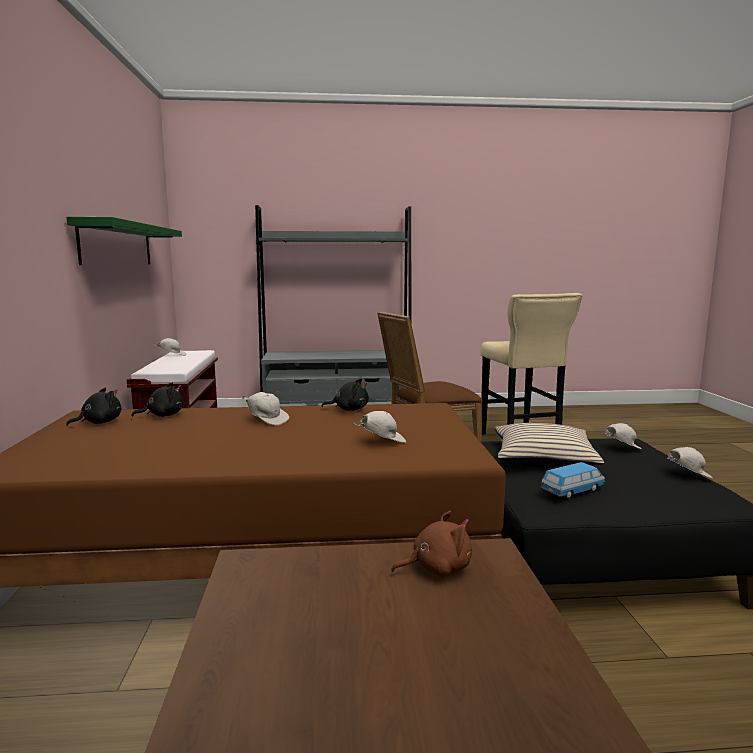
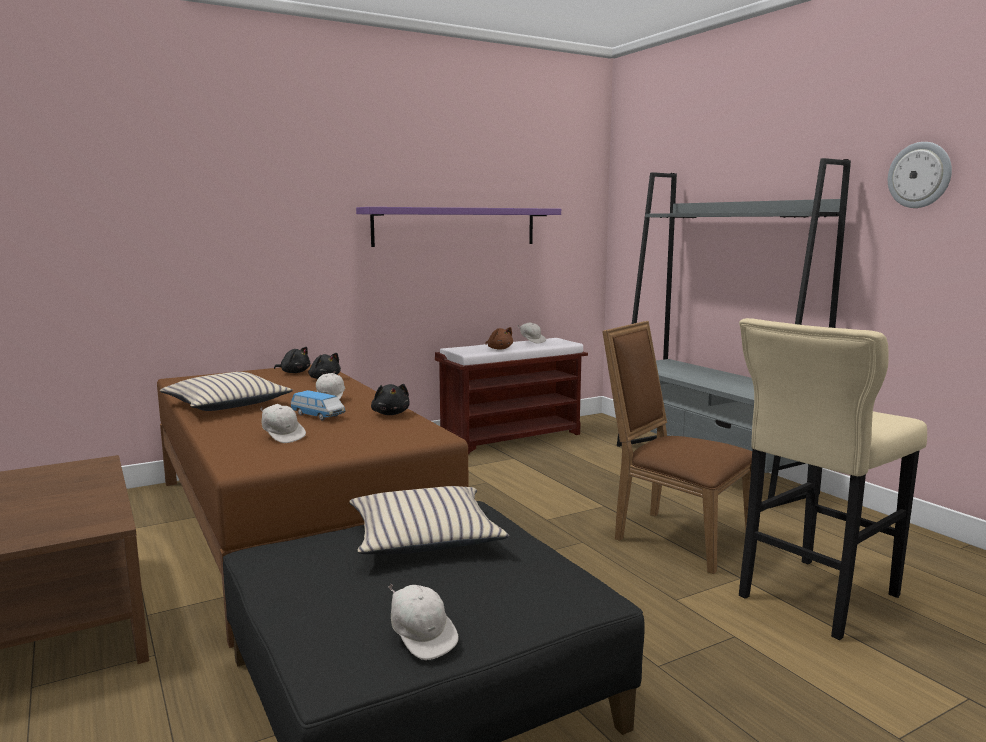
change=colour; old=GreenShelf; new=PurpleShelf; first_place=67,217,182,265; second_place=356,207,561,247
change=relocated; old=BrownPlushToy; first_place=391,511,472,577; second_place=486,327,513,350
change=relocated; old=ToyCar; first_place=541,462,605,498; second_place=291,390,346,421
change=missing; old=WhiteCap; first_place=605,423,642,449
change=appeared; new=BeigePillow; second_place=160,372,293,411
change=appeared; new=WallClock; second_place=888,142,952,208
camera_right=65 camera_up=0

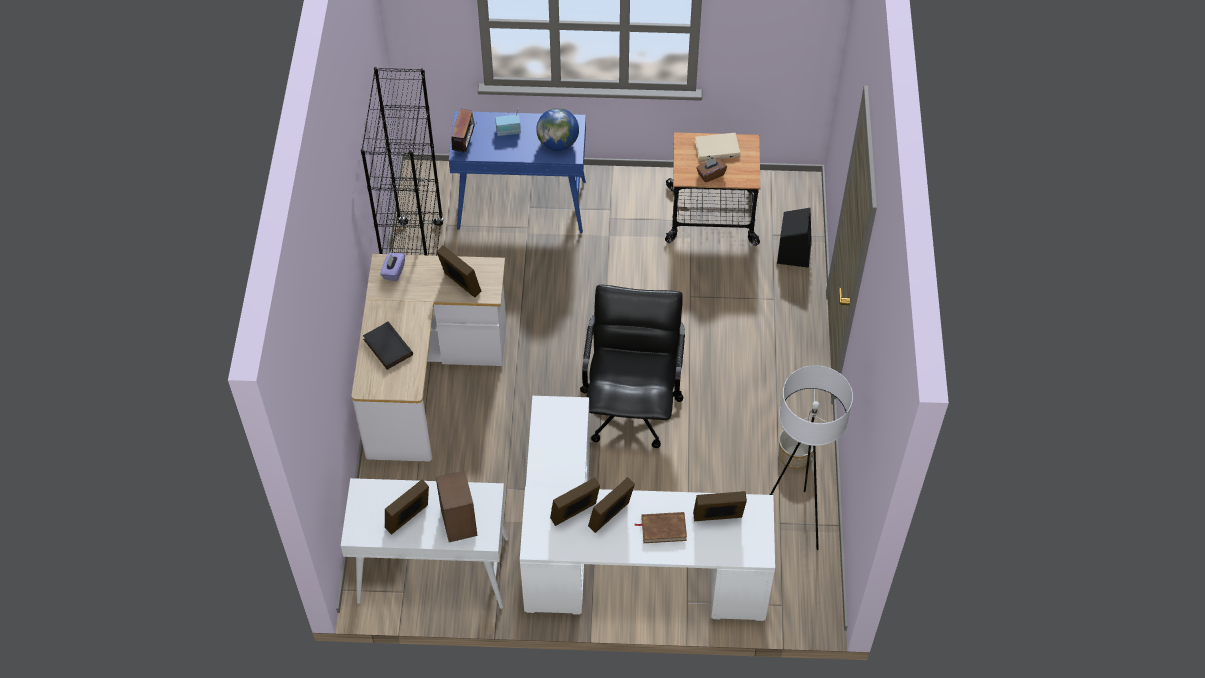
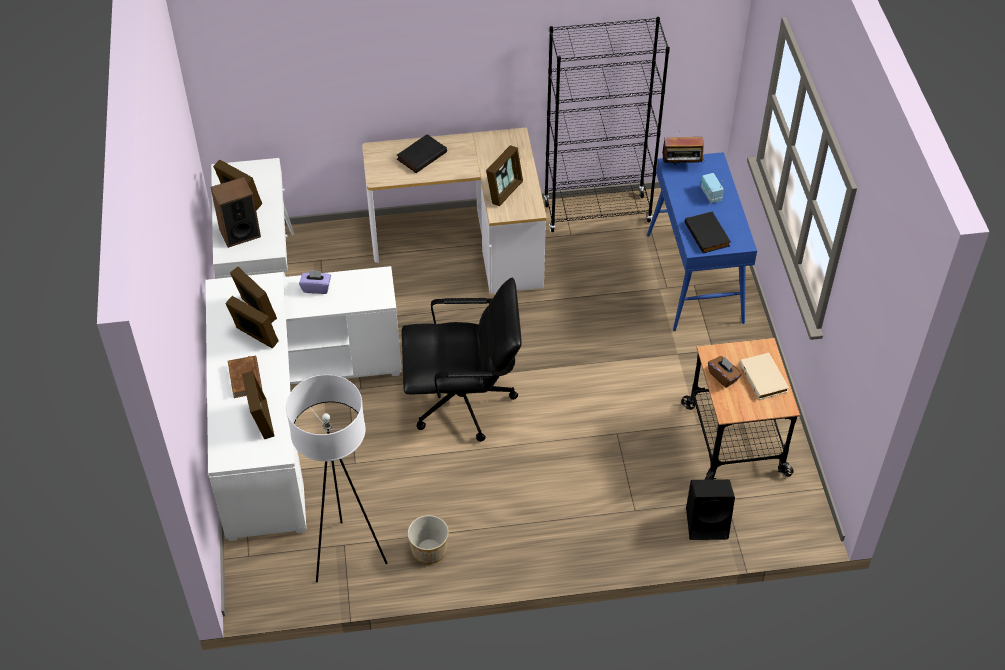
change=relocated; old=PurpleTissueBox; first_place=380,253,405,282; second_place=299,270,331,294
change=exchanged; old=Globe; new=BlackBook; first_place=536,108,579,151; second_place=685,211,731,254
camera_right=80 camera_up=-5

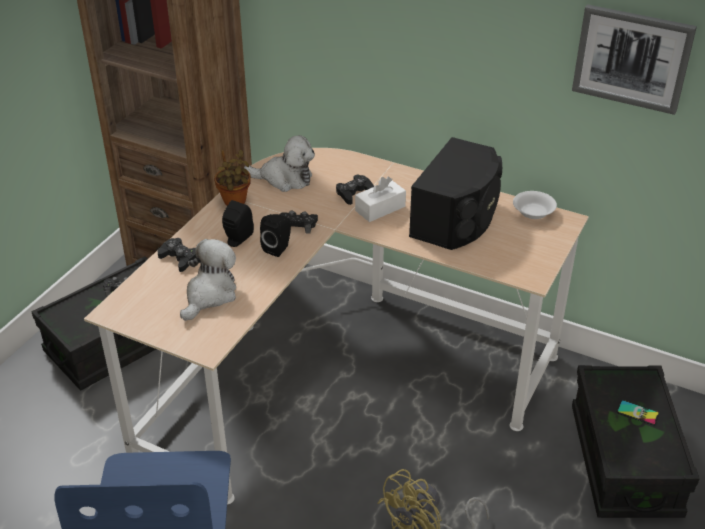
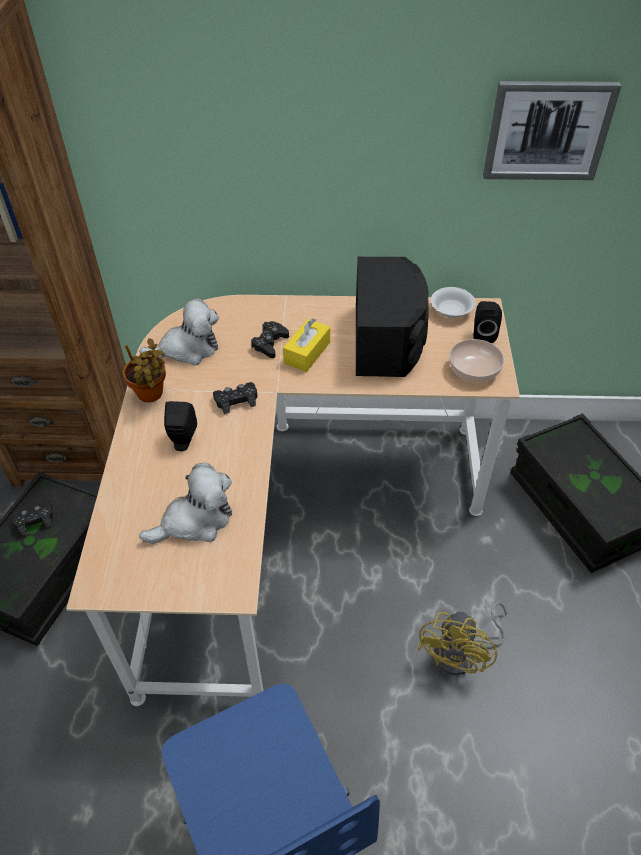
change=missing; old=BlackGameController; first_place=157,238,196,272
change=spun; old=PlushToy; first_place=180,239,236,321; second_place=139,463,232,544; degrees=60
change=relocated; old=BlackSpeaker; first_place=260,214,291,257; second_place=473,301,502,343
change=colour; old=WhiteTissueBox; new=YellowTissueBox; first_place=355,177,406,222; second_place=283,318,330,372
change=missing; old=Phone; first_place=617,400,659,425
change=appeared; new=Bowl; second_place=449,339,504,382
camera_right=-25 camera_up=10

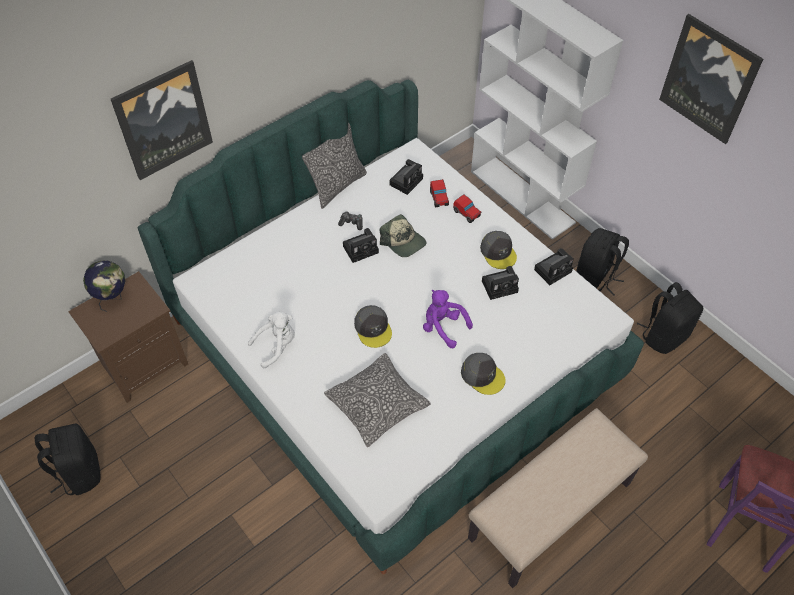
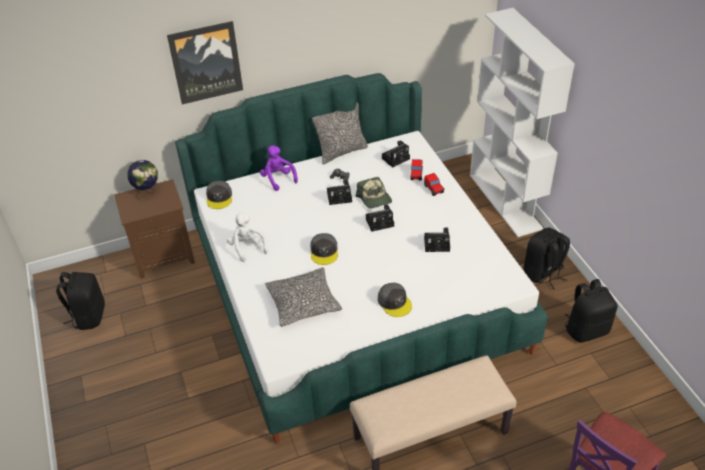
change=spun; old=WhitePlushToy; first_place=248,311,295,368; second_place=227,212,268,262; degrees=-105
change=relocated; old=PurplePlushToy; first_place=423,290,473,348; second_place=260,145,298,191
change=relocated; old=GreyCap; first_place=480,231,517,269; second_place=206,181,232,209
change=relocated; old=PhotoCamera; first_place=534,248,574,285; second_place=366,204,394,232
change=missing; old=Picture; first_place=659,14,763,144
camera_right=20 camera_up=-10

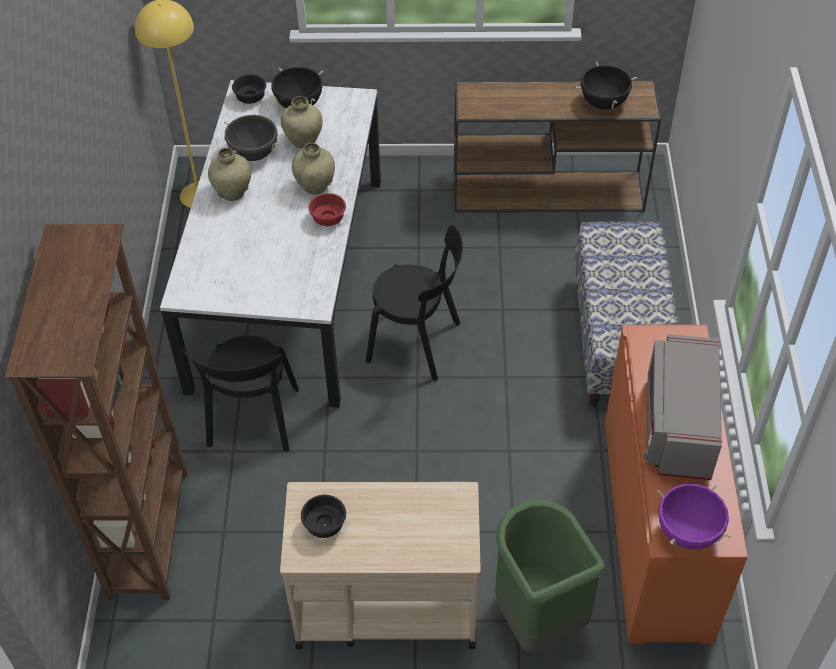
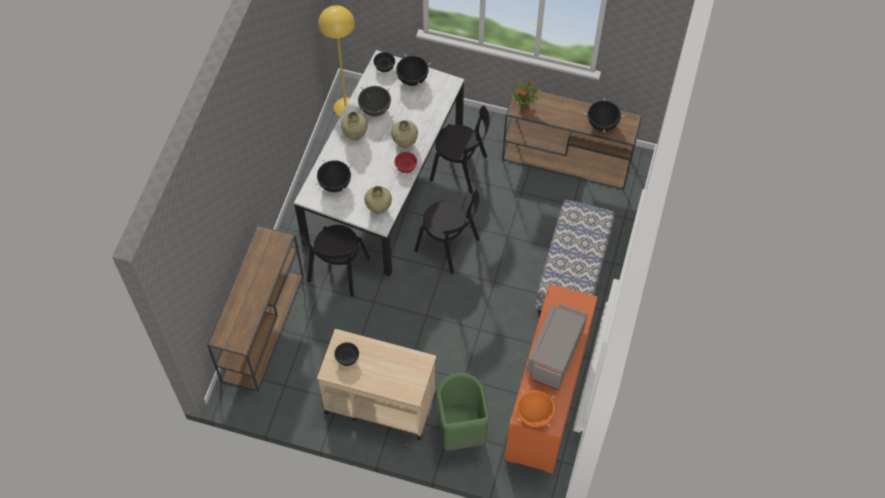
change=exchanged; old=BrownBookcase; new=BrownConsoleTable; first_place=5,224,187,600; second_place=207,225,304,392
change=relocated; old=BeigeVase; first_place=281,96,323,148; second_place=364,186,392,214
change=colour; old=PurpleCookingPot; new=OrangeCookingPot; first_place=657,484,731,550; second_place=517,390,555,427
change=appeared; new=BlackCookingPot; second_place=315,160,352,192
change=appeared; new=BlackChair; second_place=430,106,490,194
change=appeared; new=PottedPlant; second_place=511,80,541,108
camera_right=15 camera_up=10

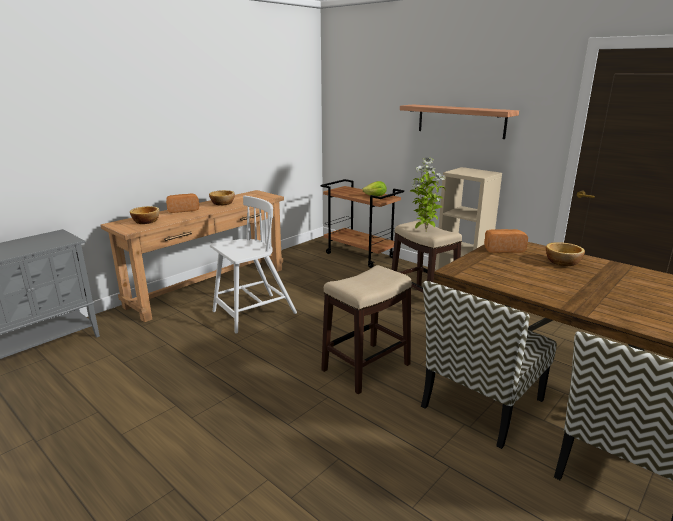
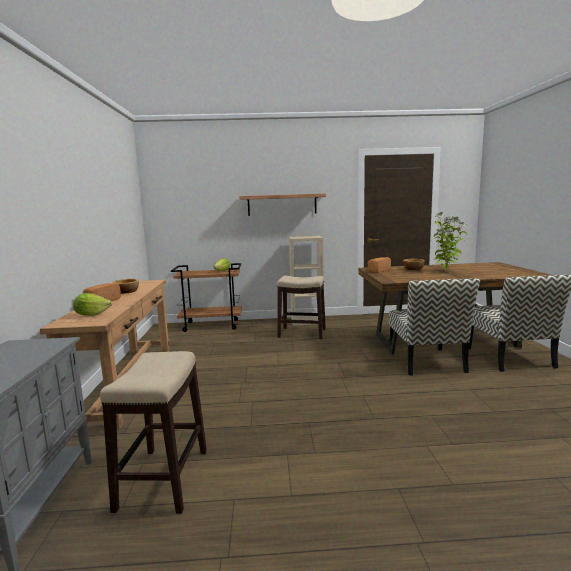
change=exchanged; old=Bowl; new=Lettuce; first_place=130,206,159,224; second_place=73,293,112,316
change=missing; old=WhiteChair; first_place=210,196,297,333
change=relocated; old=Stool; first_place=321,265,412,394; second_place=100,351,207,514
change=relocated; old=PottedPlant; first_place=410,158,445,231; second_place=434,212,468,270
camera_right=-45 camera_up=-10

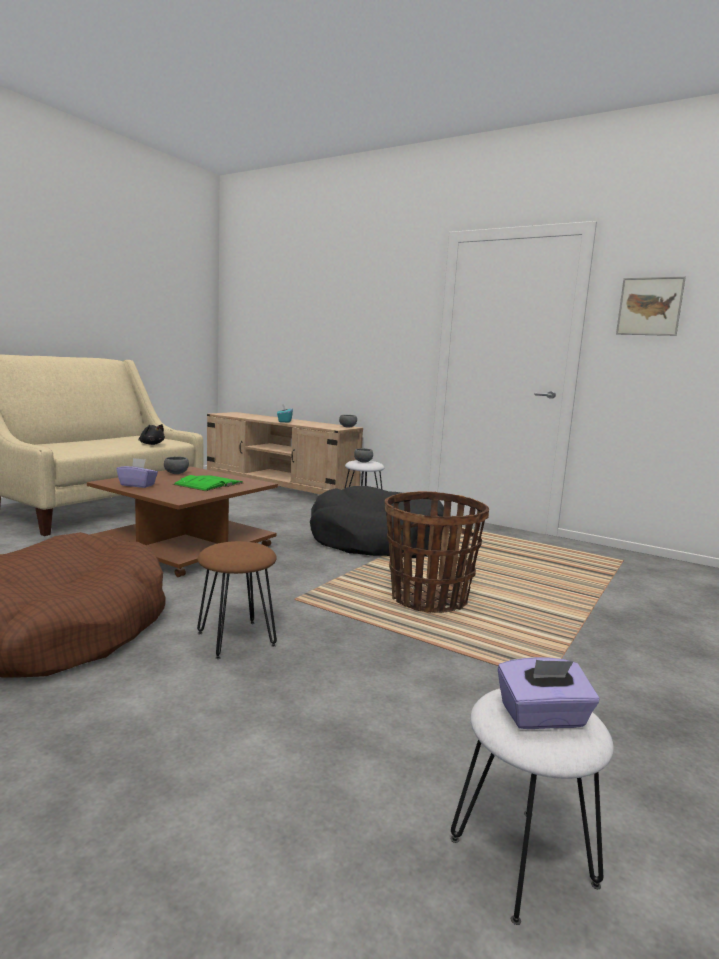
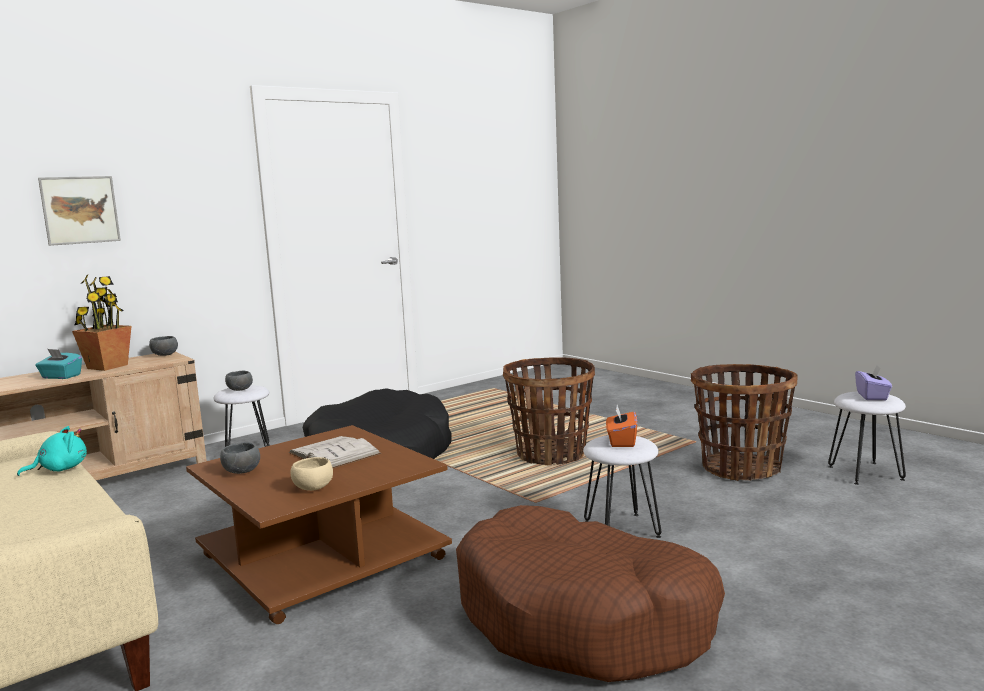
change=exchanged; old=PurpleTissueBox; new=BeigeBowl; first_place=116,458,158,488; second_place=290,457,333,491
change=colour; old=BlackPlushToy; new=TurquoisePlushToy; first_place=139,424,165,445; second_place=17,426,87,476
change=colour; old=GreenBook; new=WhiteBook; first_place=173,475,243,491; second_place=289,436,381,468
change=colour; old=BrownStool; new=WhiteStool; first_place=197,541,277,659; second_place=583,435,662,538
change=relocated; old=Picture; first_place=616,276,686,336; second_place=38,176,121,246
change=appeared; new=PottedPlant; second_place=72,275,131,371
change=appeared; new=OrangeTissueBox; second_place=606,405,637,447
change=appeared; new=Basket; second_place=691,364,798,481
camera_right=-70 camera_up=0

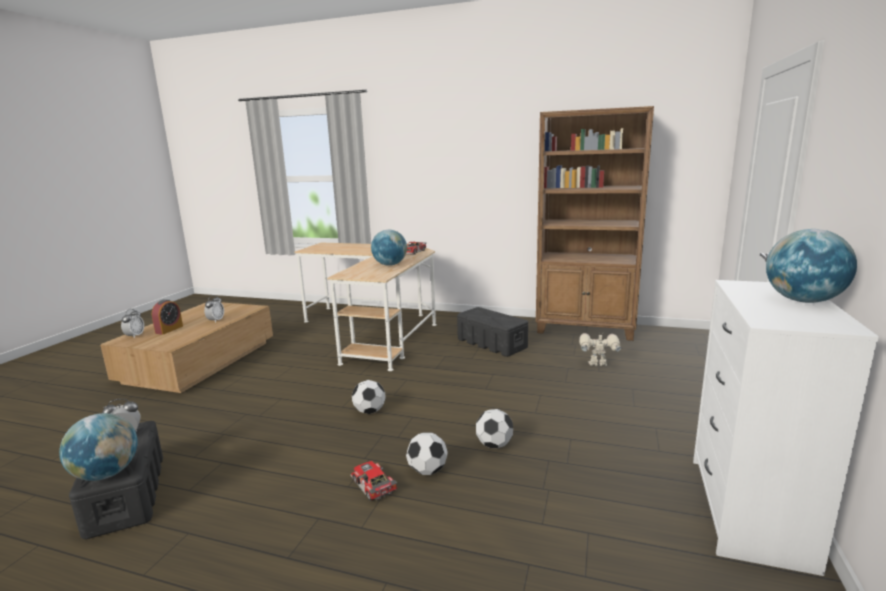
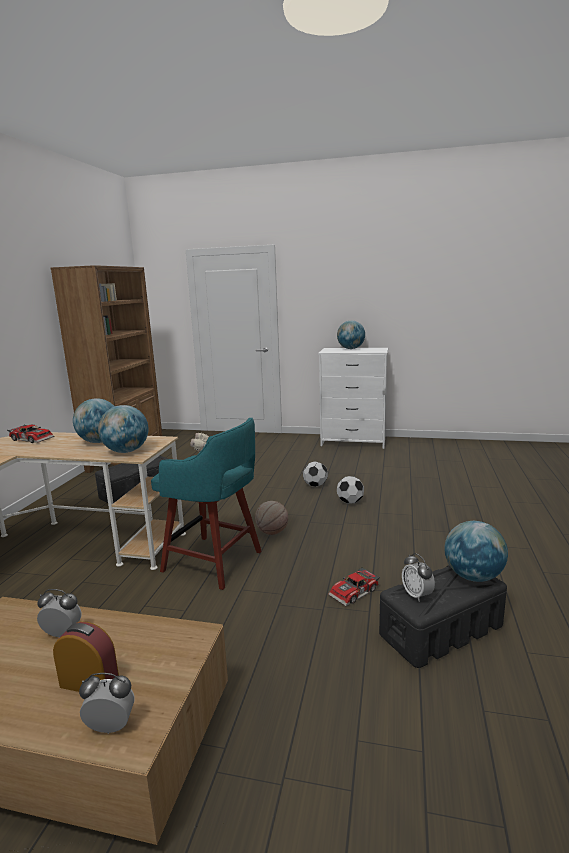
change=relocated; old=ToyCar; first_place=350,461,397,501; second_place=328,567,380,606
change=exchanged; old=Football; new=Basketball; first_place=352,380,386,414; second_place=255,501,288,535
change=appeared; new=Globe; second_place=98,405,149,453
change=appeared; new=TurquoiseStool; second_place=151,418,262,590
camera_right=-95 camera_up=0

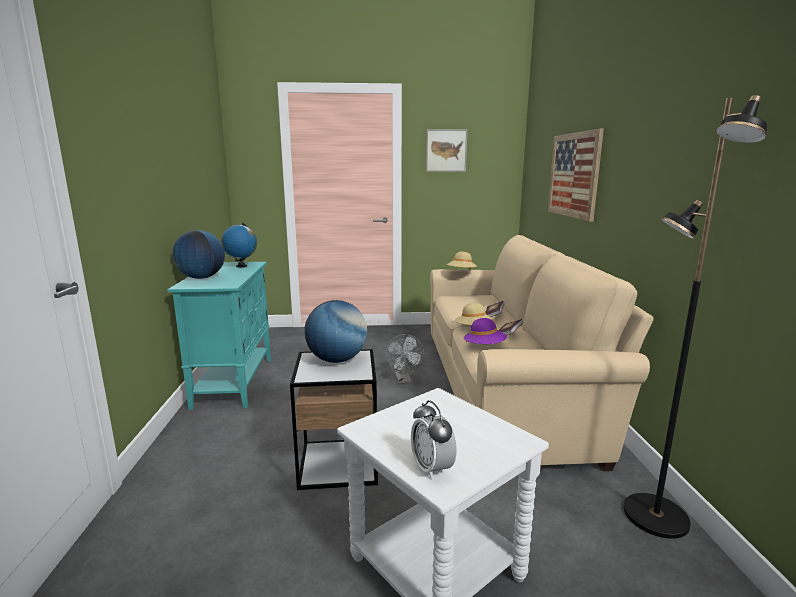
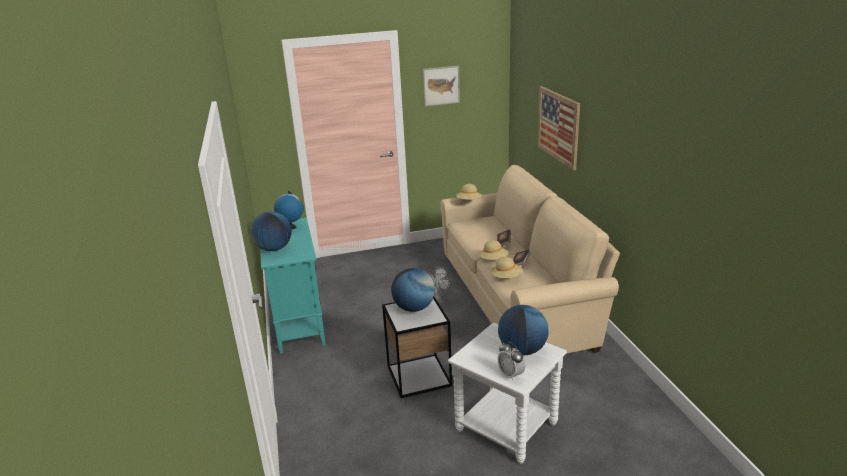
change=colour; old=PurpleHat; new=BeigeHat; first_place=464,318,507,344; second_place=491,257,523,278
change=missing; old=BlackFloorLamp; first_place=624,95,767,539
change=appeared; new=Globe; second_place=498,305,548,355
camera_right=-10 camera_up=10

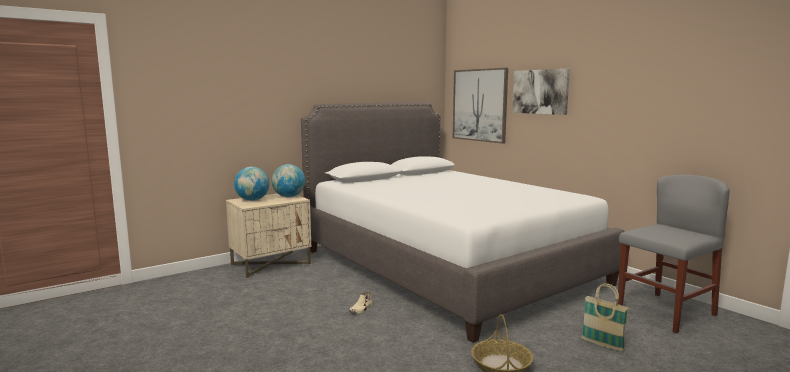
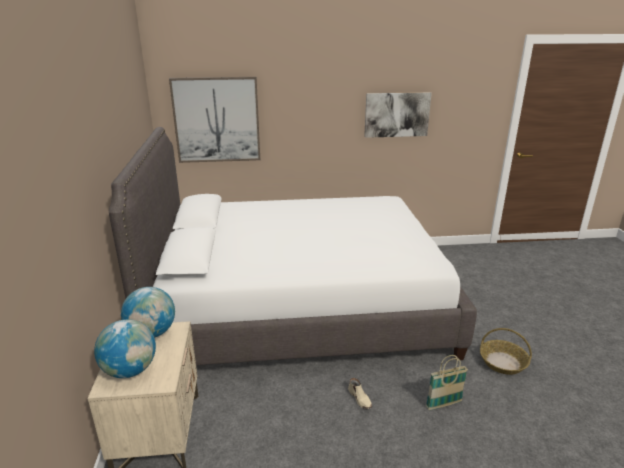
change=relocated; old=Picture; first_place=512,69,570,115; second_place=364,92,432,138
change=relocated; old=Basket; first_place=581,283,629,351; second_place=426,355,468,410
change=missing; old=GreyChair; first_place=618,175,730,333
camera_right=-60 camera_up=15

